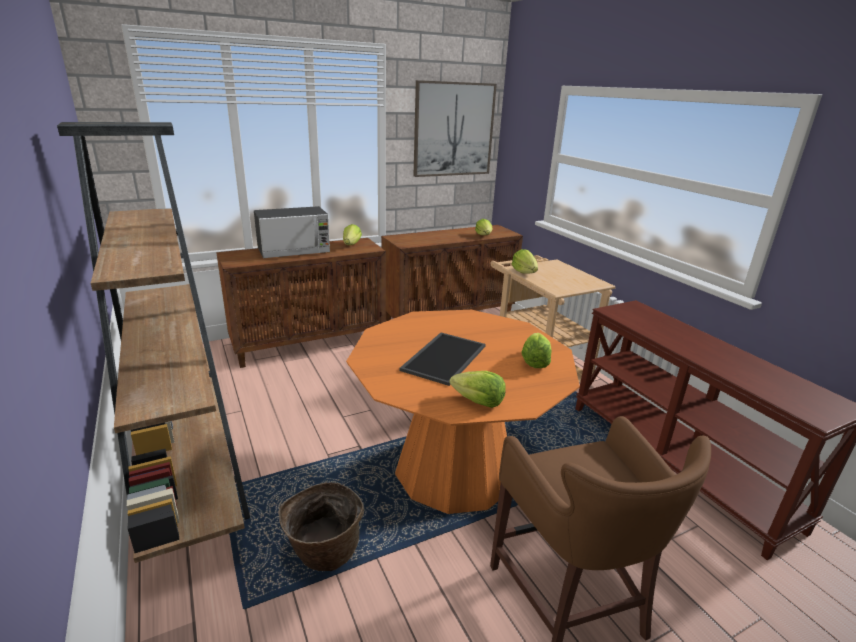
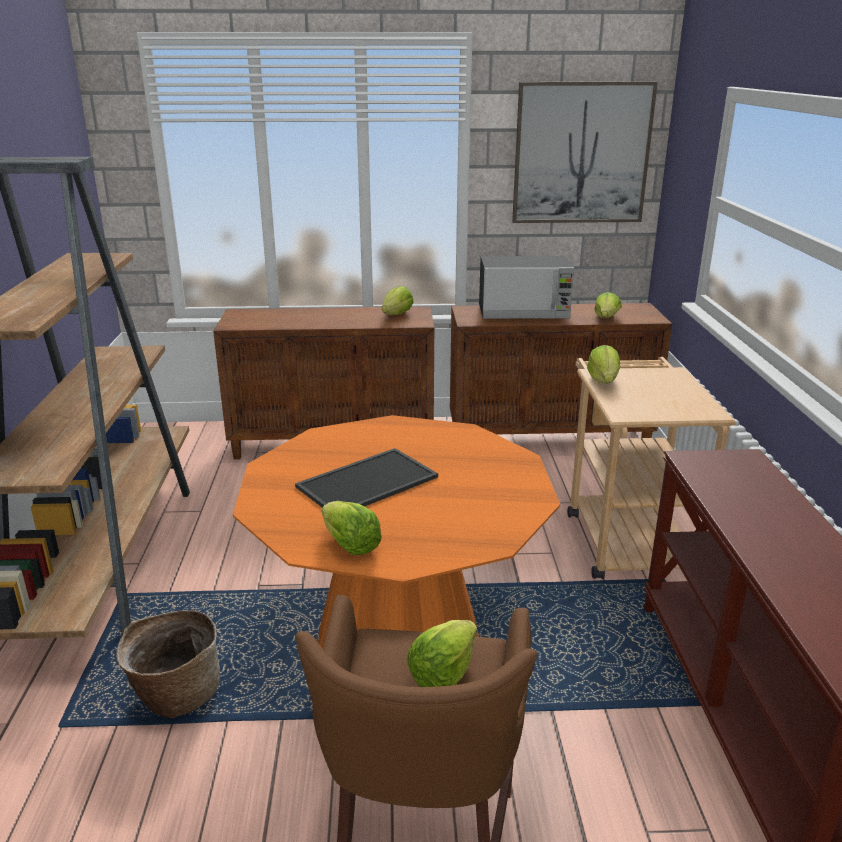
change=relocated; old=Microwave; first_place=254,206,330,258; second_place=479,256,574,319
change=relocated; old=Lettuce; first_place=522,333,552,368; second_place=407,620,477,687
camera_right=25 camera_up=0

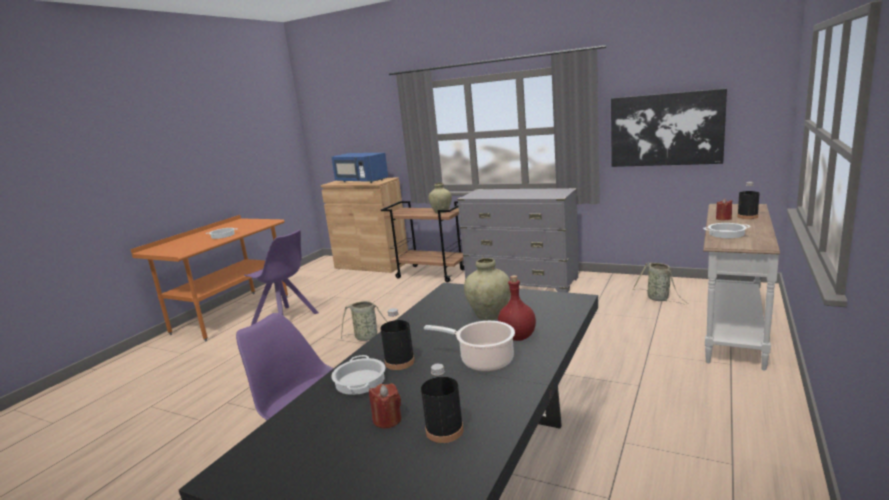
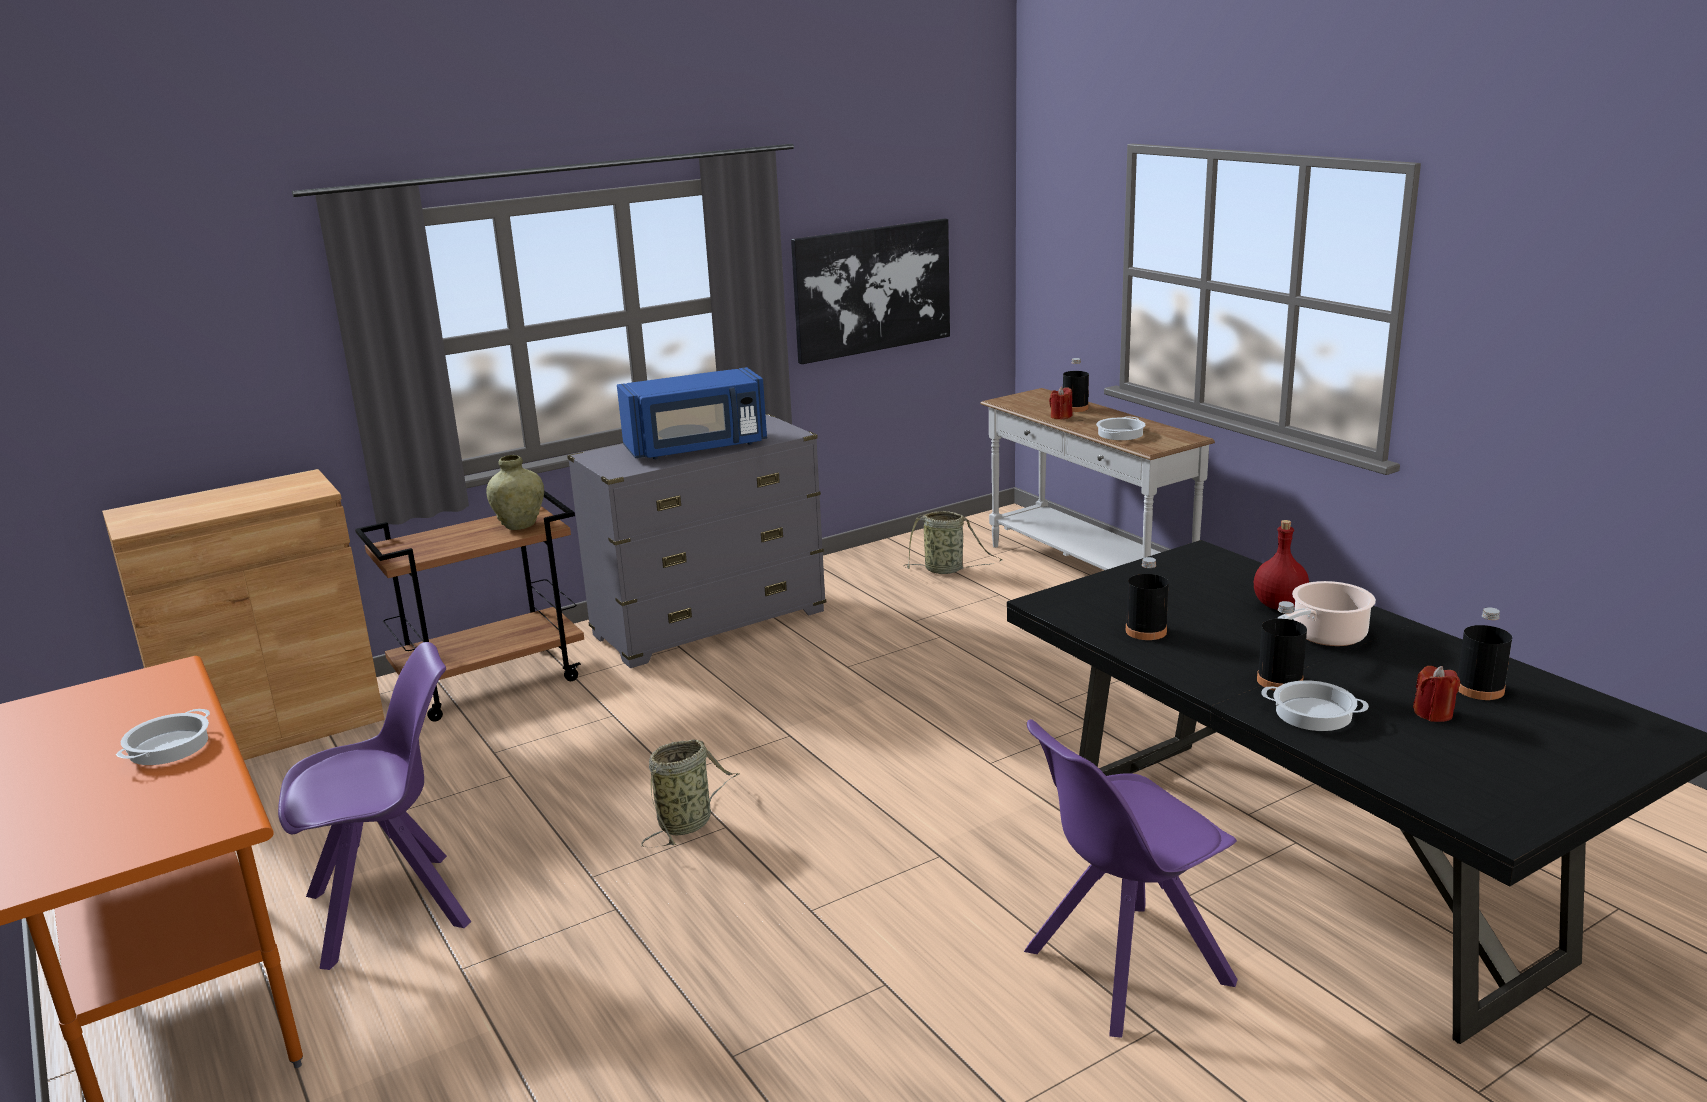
change=relocated; old=BlueMicrowave; first_place=332,153,388,183; second_place=617,367,767,459
change=missing; old=BeigeVase; first_place=464,258,511,320
change=appeared; new=BlackBottle; second_place=1126,557,1169,640
camera_right=-60 camera_up=5

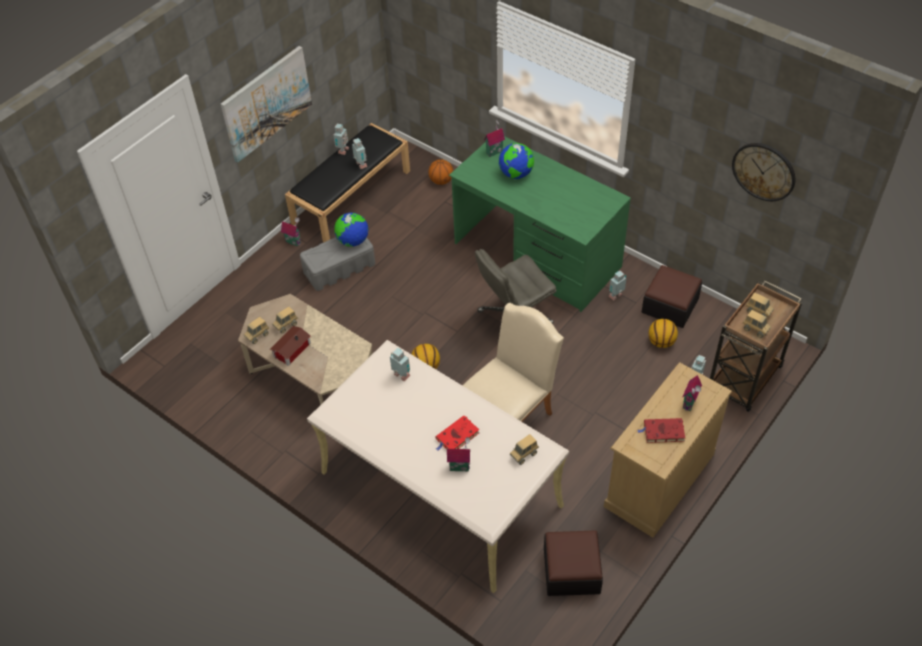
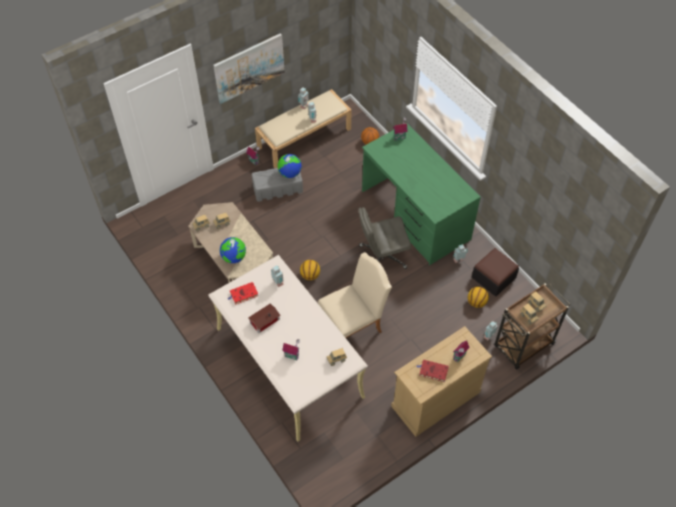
change=relocated; old=ToyHouse; first_place=270,326,311,366; second_place=249,304,280,333
change=colour; old=BlackBench; new=BeigeBench; first_place=285,123,410,243; second_place=255,89,352,168
change=relocated; old=RedBook; first_place=435,416,479,451; second_place=227,282,258,304
change=relocated; old=Globe; first_place=499,143,534,179; second_place=220,237,246,263
change=missing; old=Ottoman; first_place=544,530,603,596
change=missing; old=WallClock; first_place=732,143,795,201
camera_right=15 camera_up=5

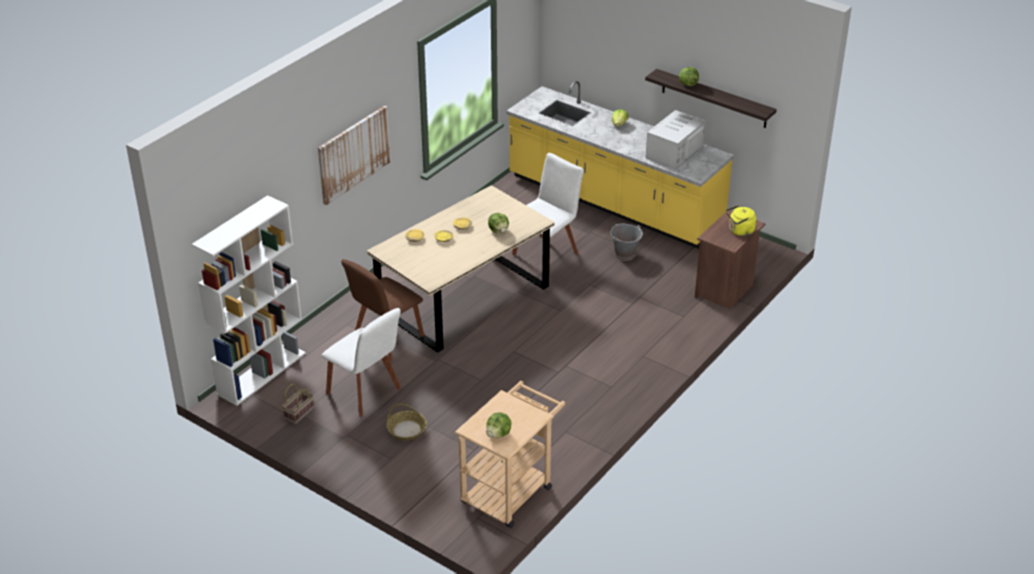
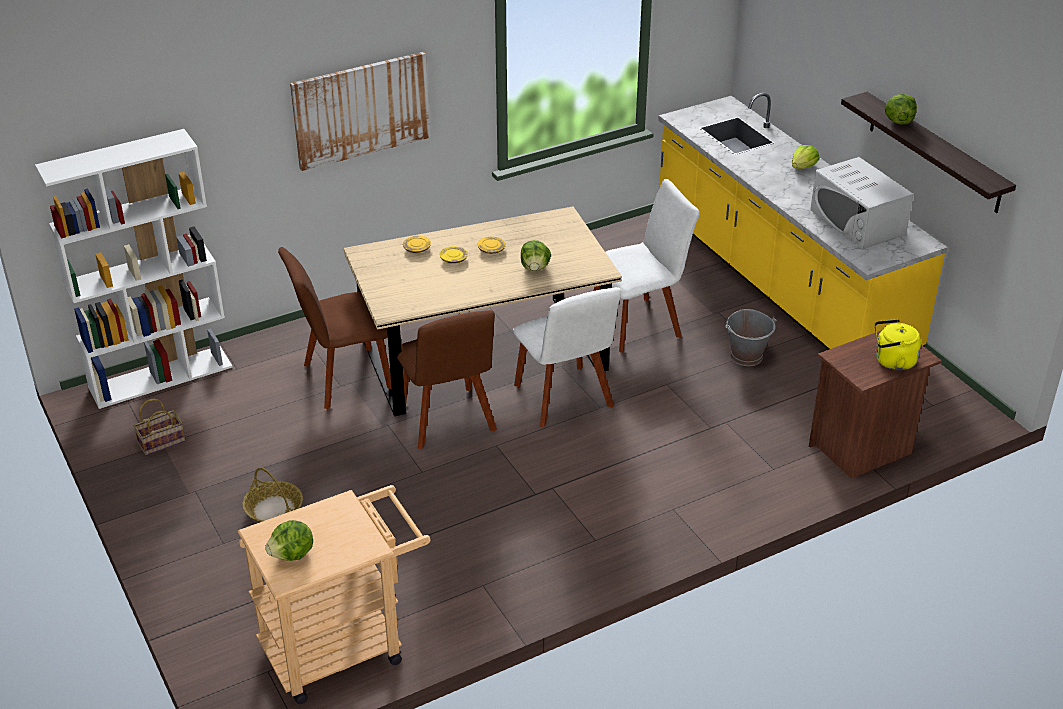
change=relocated; old=WhiteChair; first_place=322,308,401,417; second_place=513,287,621,427
change=spun; old=WhiteMicrowave; first_place=645,110,706,169; second_place=810,157,913,249; degrees=-90
change=appeared; new=BrownChair; second_place=397,310,497,449
camera_right=25 camera_up=0

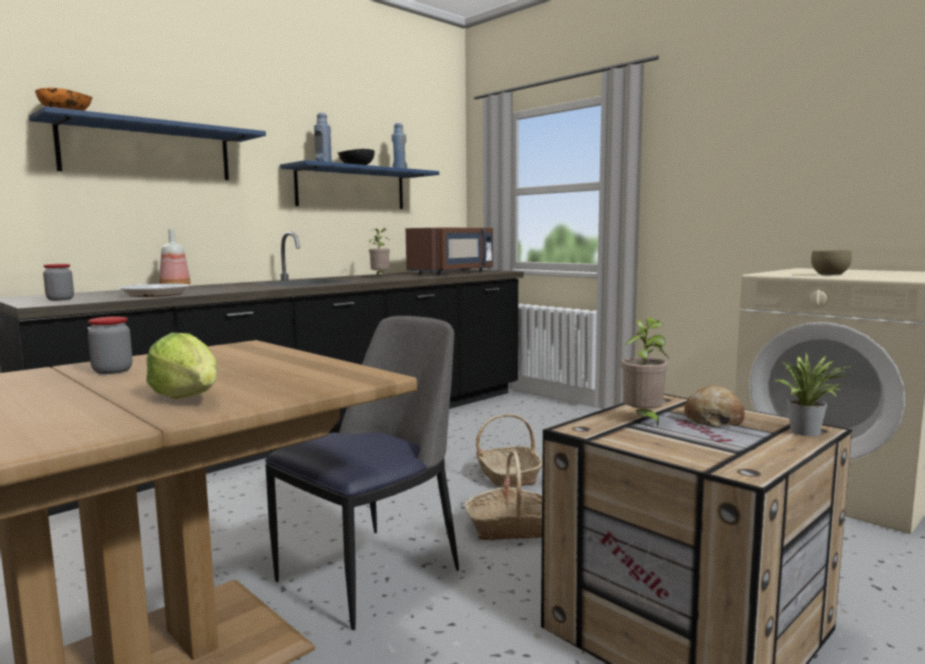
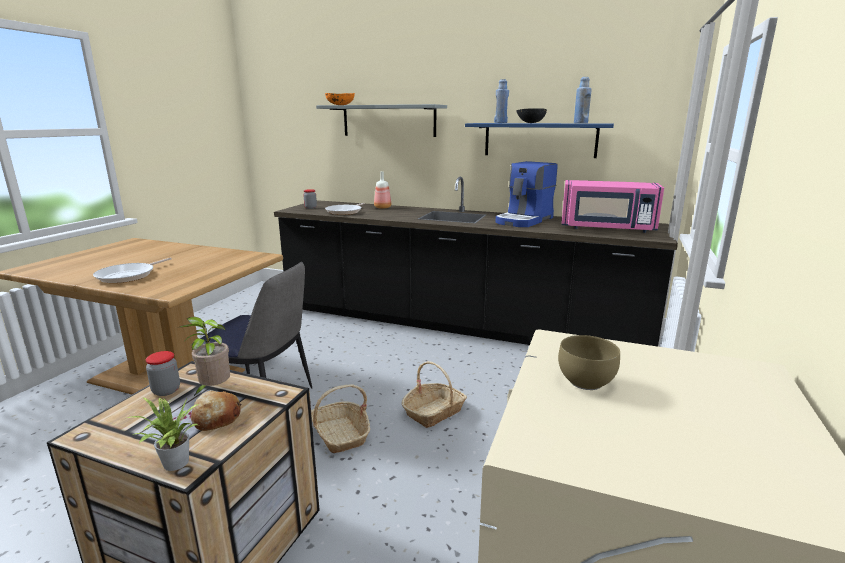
change=colour; old=BlueShelf; new=GreyShelf; first_place=29,106,266,180; second_place=316,104,447,137
change=relocated; old=Jar; first_place=88,317,132,374; second_place=146,351,180,396
change=exchanged; old=Lettuce; new=FryingPan; first_place=146,333,217,399; second_place=93,258,172,283
change=exchanged; old=PottedPlant; new=CoffeeMachine; first_place=369,228,390,275; second_place=496,161,558,227
change=colour; old=BrownMicrowave; new=PinkMicrowave; first_place=406,228,493,275; second_place=562,180,664,233
camera_right=65 camera_up=10

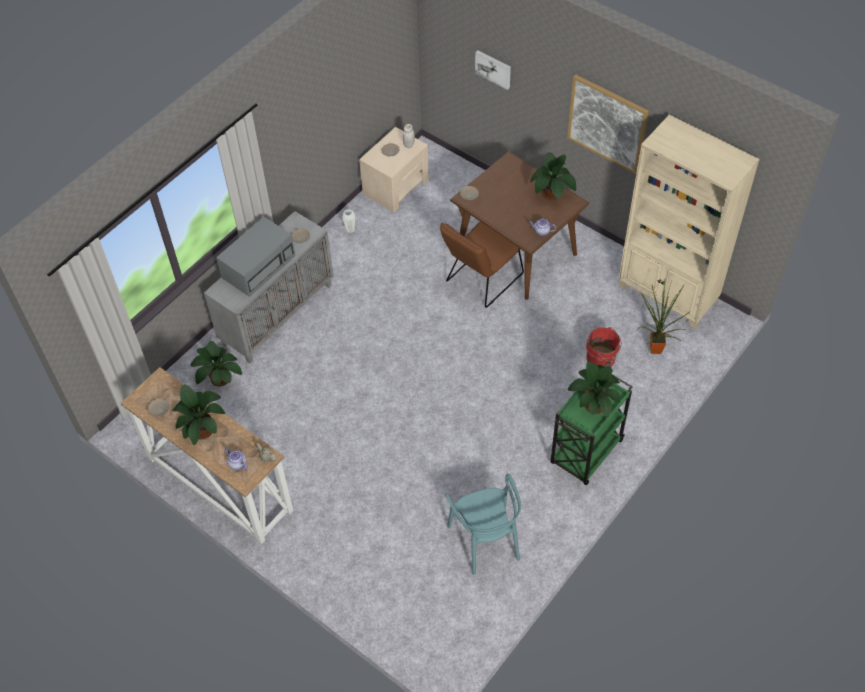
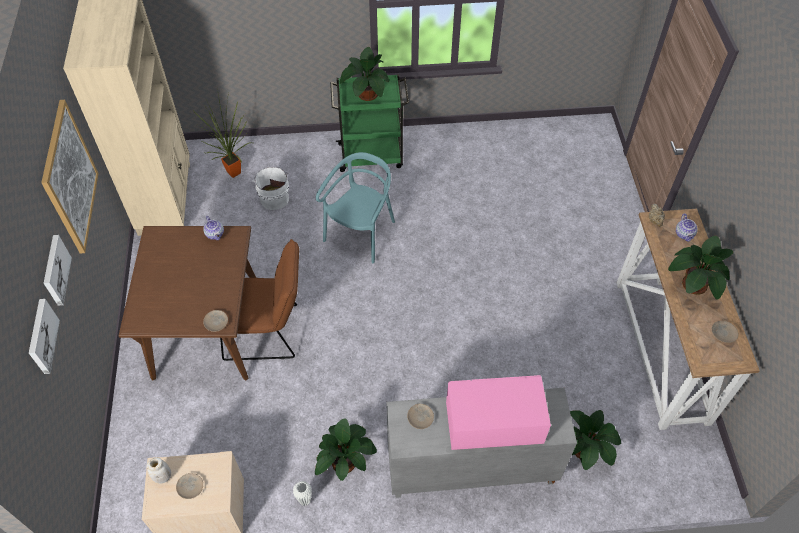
change=colour; old=GreyMicrowave; new=PinkMicrowave; first_place=216,217,295,297; second_place=446,375,551,450
change=relocated; old=TurquoiseChair; first_place=445,474,521,575; second_place=316,152,395,263
change=relocated; old=PottedPlant; first_place=530,152,576,200; second_place=315,418,377,481
change=colour; old=RedBucket; new=WhiteBucket; first_place=586,327,622,367; second_place=252,167,289,210
change=appeared; new=Picture; second_place=44,235,72,306
camera_right=-135 camera_up=0

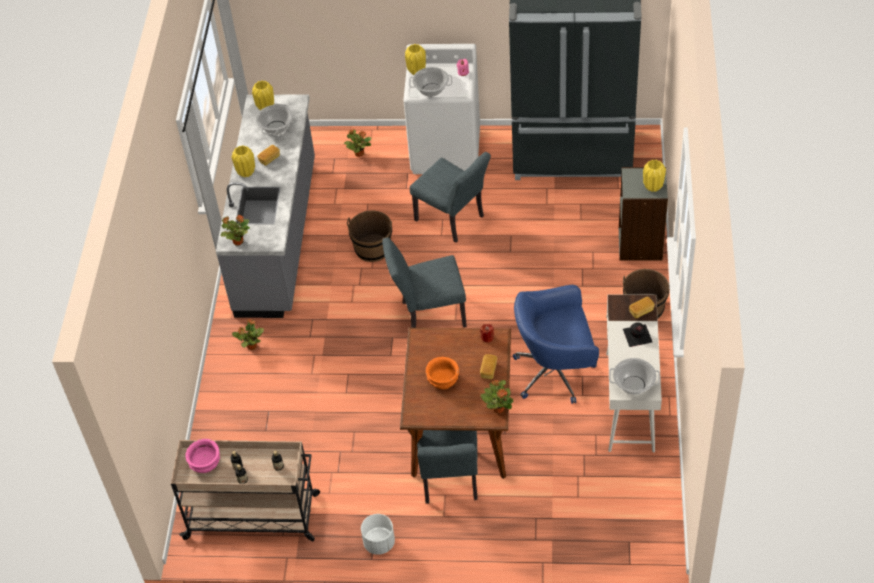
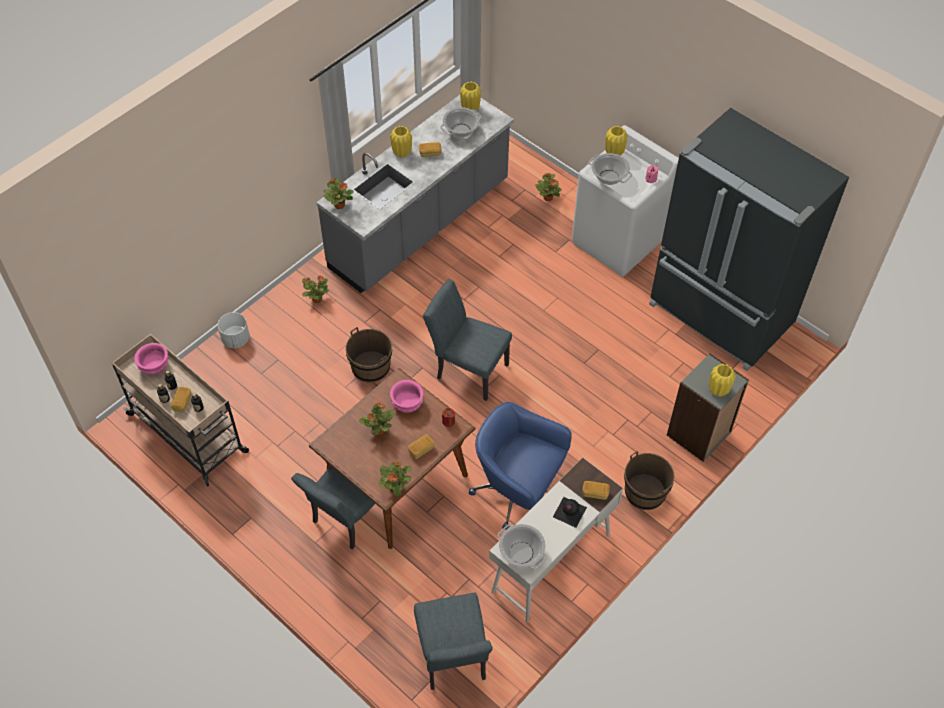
change=relocated; old=BrownBucket; first_place=347,211,392,262; second_place=346,327,392,383
change=relocated; old=WhitePlanter; first_place=361,514,395,555; second_place=218,312,250,348
change=relocated; old=GreyChair; first_place=410,152,491,243; second_place=414,593,493,690
change=exchanged; old=OrangeBowl; new=PottedPlant; first_place=426,357,459,389; second_place=359,403,394,435
change=appeared; new=Bread; second_place=171,387,192,412
change=appeared; new=PinkBowl; second_place=390,380,423,413
camera_right=35 camera_up=5

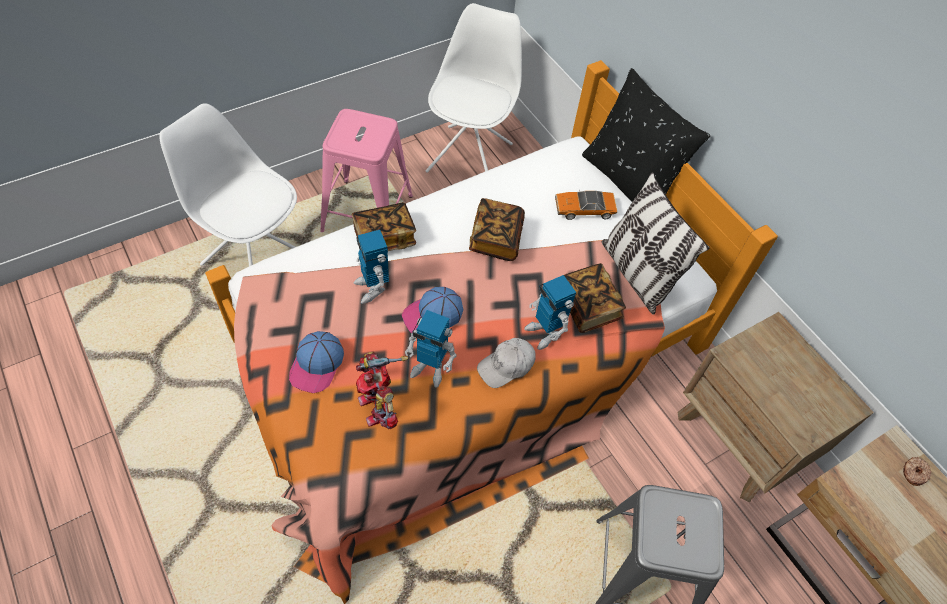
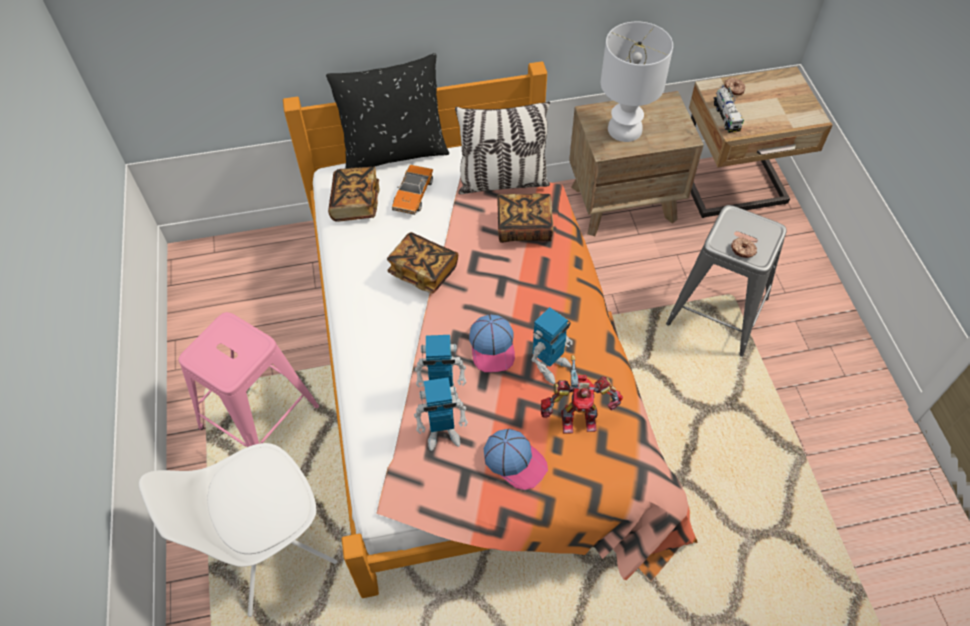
change=relocated; old=Book; first_place=352,202,416,251; second_place=328,167,380,222
change=missing; old=WhiteChair; first_place=426,3,522,173
change=missing; old=WhiteCap; first_place=477,338,536,388
change=relocated; old=ToyRobot; first_place=524,275,576,350; second_place=414,378,468,451
change=appeared; new=WhiteTableLamp; second_place=601,22,673,142
change=appeared; new=ToyTruck; second_place=714,86,744,133
change=appeared; new=Donut; second_place=731,237,757,258
camera_right=-65 camera_up=0

